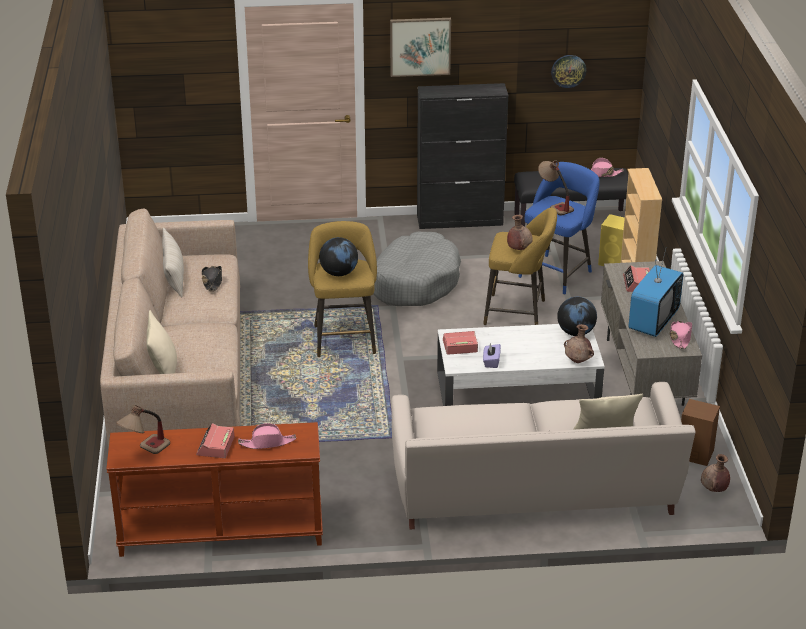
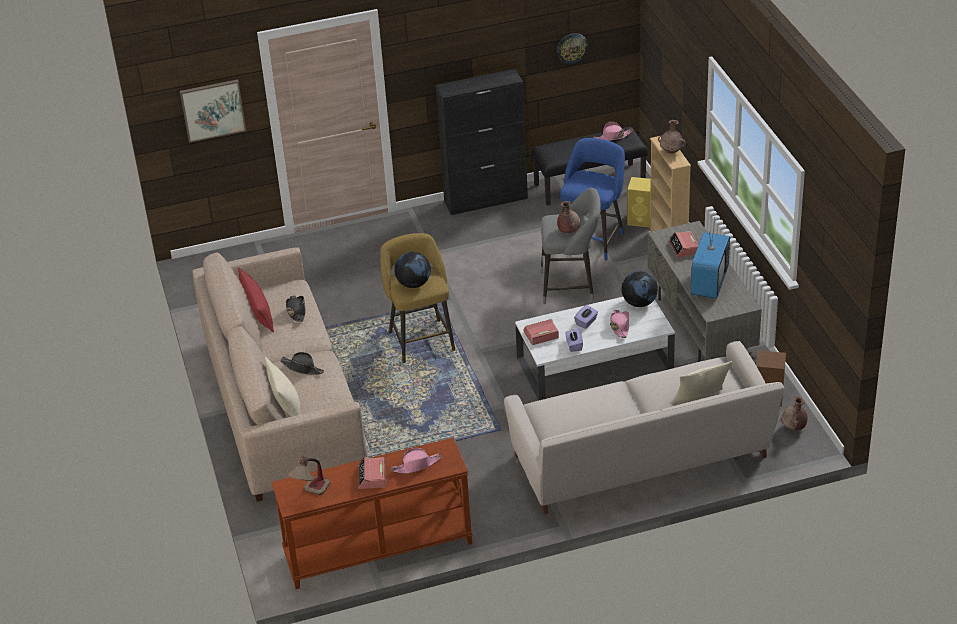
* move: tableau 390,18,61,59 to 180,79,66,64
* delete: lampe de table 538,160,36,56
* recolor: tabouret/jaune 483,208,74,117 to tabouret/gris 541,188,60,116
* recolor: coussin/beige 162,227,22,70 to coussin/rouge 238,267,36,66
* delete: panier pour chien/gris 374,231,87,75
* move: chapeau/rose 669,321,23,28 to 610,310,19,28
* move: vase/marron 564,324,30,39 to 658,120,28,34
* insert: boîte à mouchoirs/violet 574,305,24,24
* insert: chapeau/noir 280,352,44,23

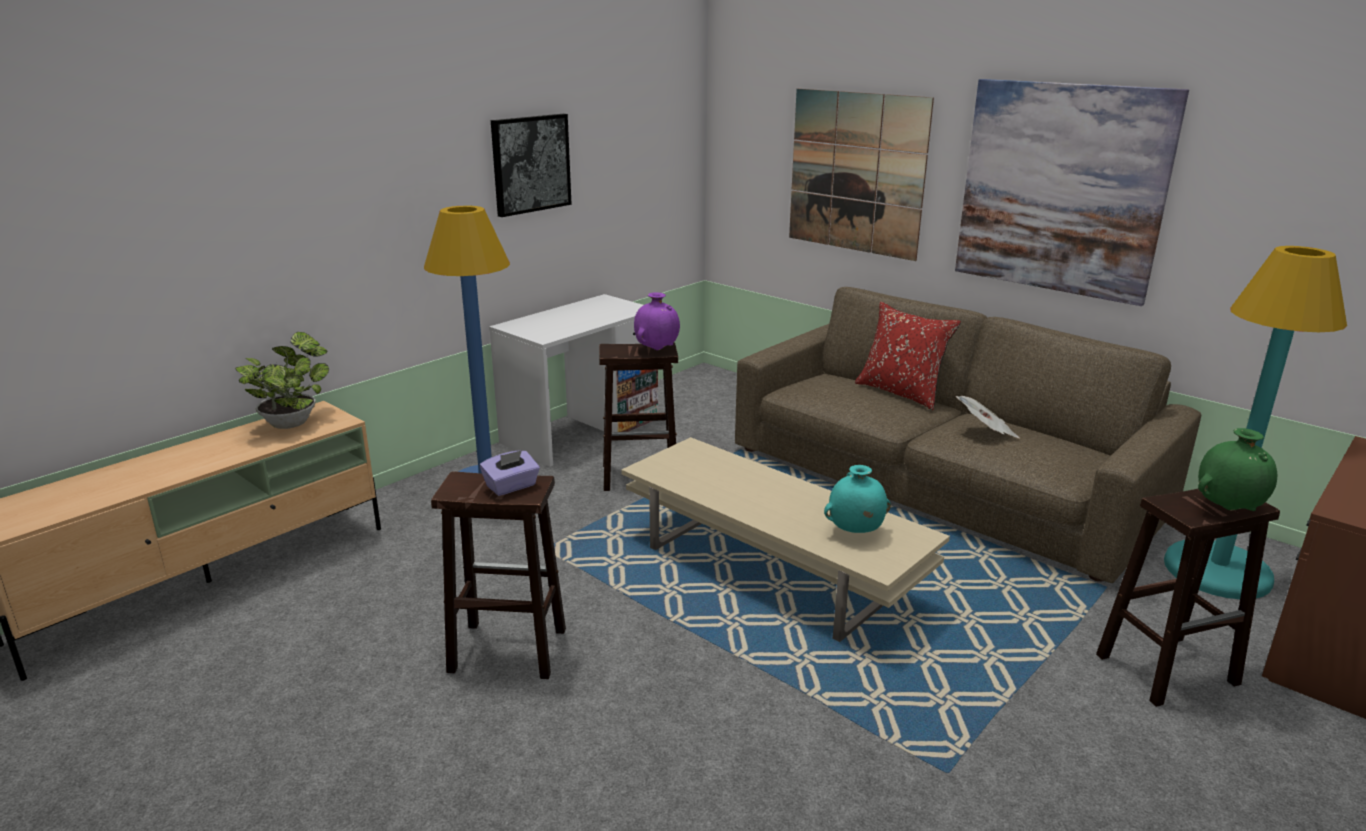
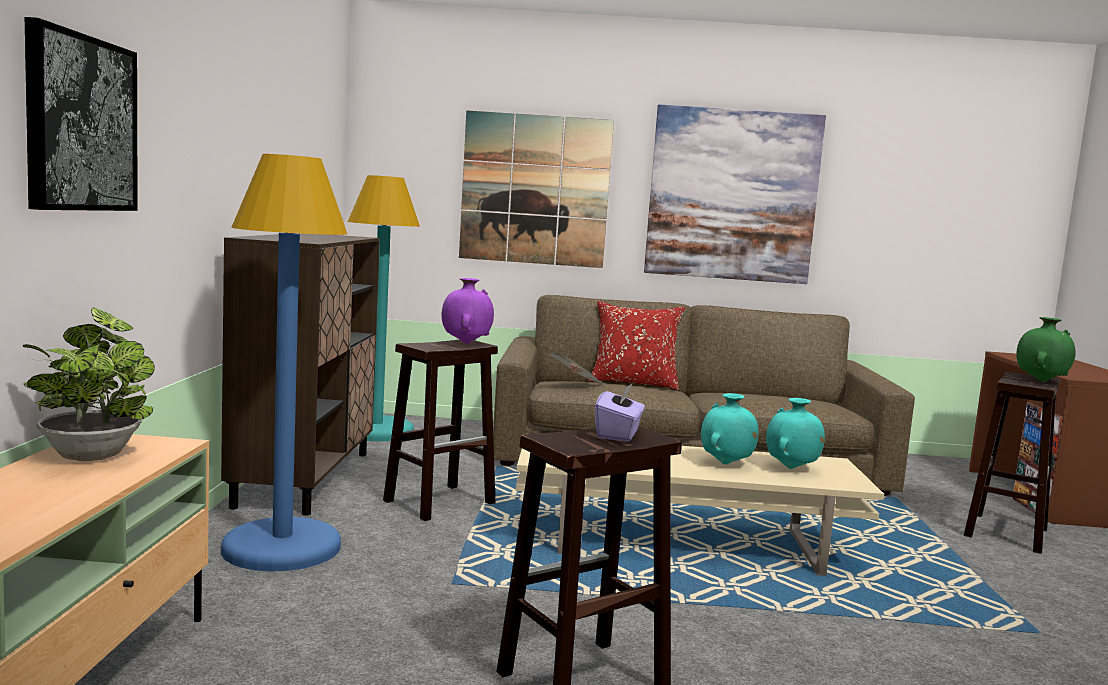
* move: tableau 491,114,81,103 to 25,17,113,194
* move: lampadaire/turquoise 1164,246,183,353 to 348,175,72,266
* replace: bureau/blanc 489,294,169,173 to meuble de rangement/marron 221,233,159,283
* move: journal 956,396,64,42 to 549,352,57,32
* insert: vase/turquoise 701,393,58,71

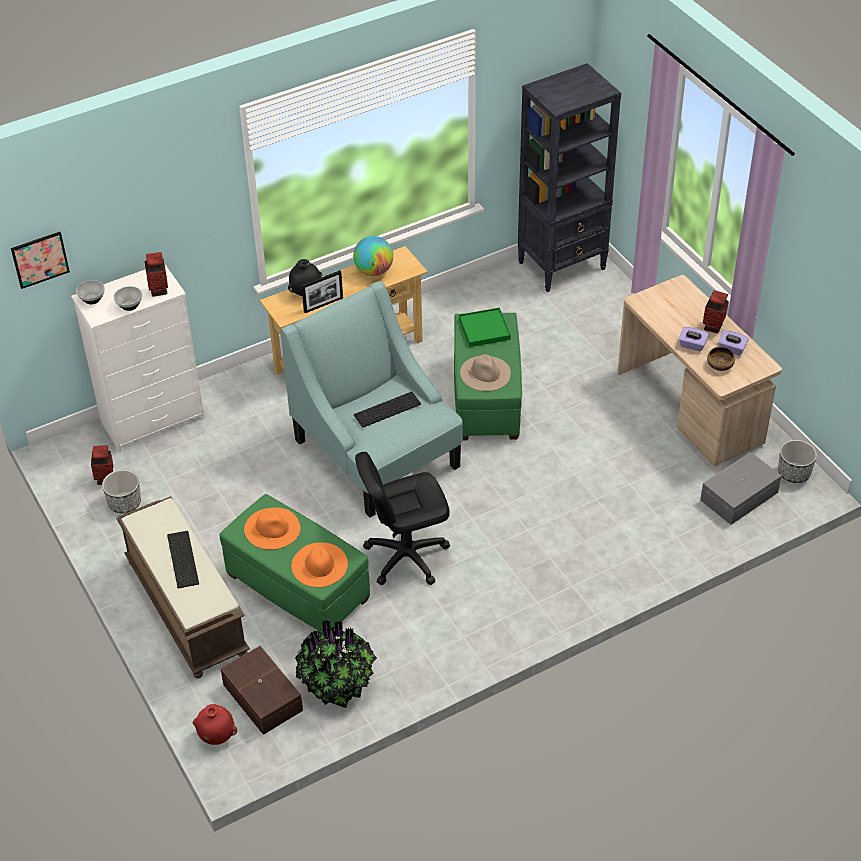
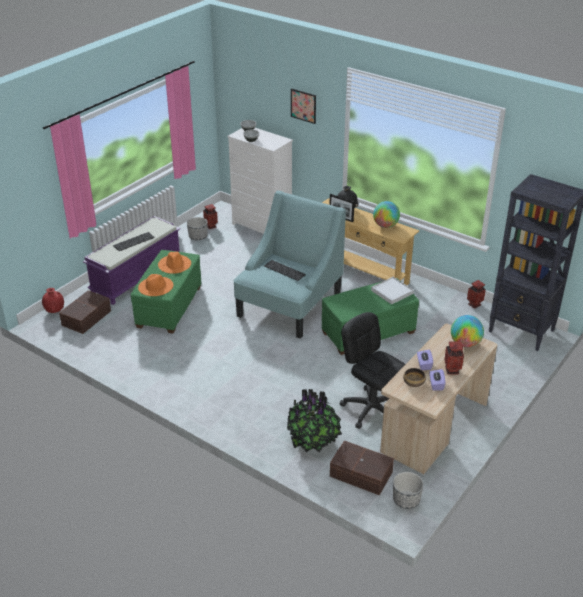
* move: tableau 11,232,59,57 to 291,88,25,36
* move: vase 144,252,24,45 to 467,280,19,28
* recolor: plateau/vert 459,308,52,39 to plateau/blanc 371,277,43,28
* delete: chapeau/beige 460,354,51,37
* move: chaise de bureau/noir 355,452,95,133 to 340,312,65,117
* recolor: boîte de rangement/gris 700,452,81,73 to boîte de rangement/marron 330,440,64,55
* recolor: banc/marron 117,496,133,182 to banc/violet 83,216,98,89
* move: plante en pot 295,619,82,89 to 287,389,55,63
* insert: globe 451,315,33,33

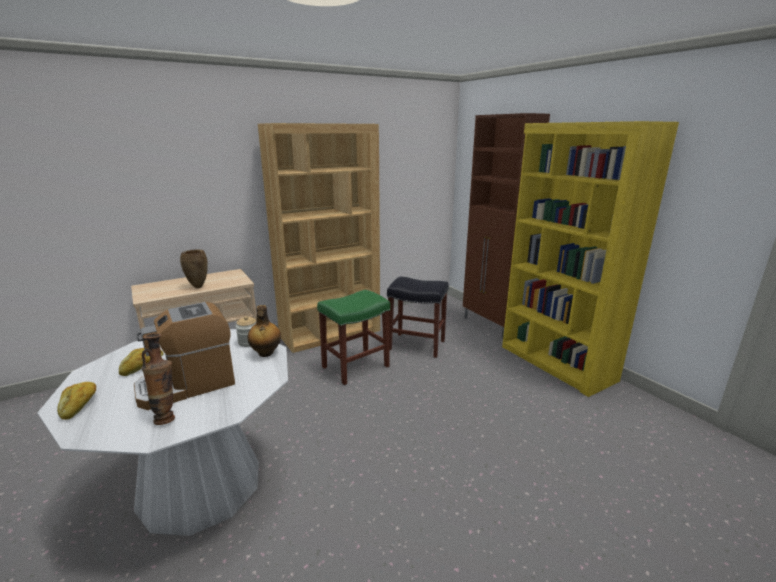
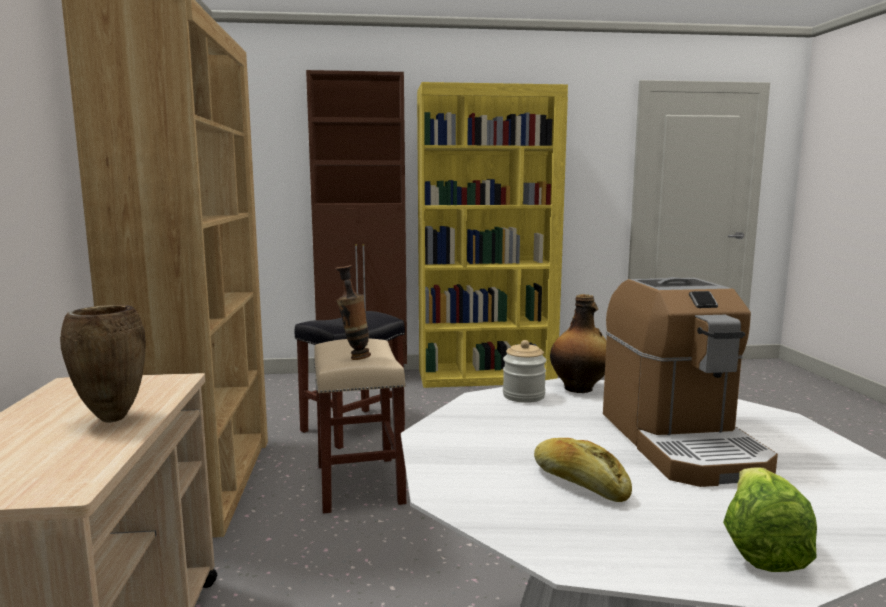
* recolor: tabouret/vert 317,290,73,95 to tabouret/beige 314,338,92,176
* move: vase 142,333,33,92 to 335,265,36,95
* replace: pain 57,382,39,38 to laitue 723,468,94,104

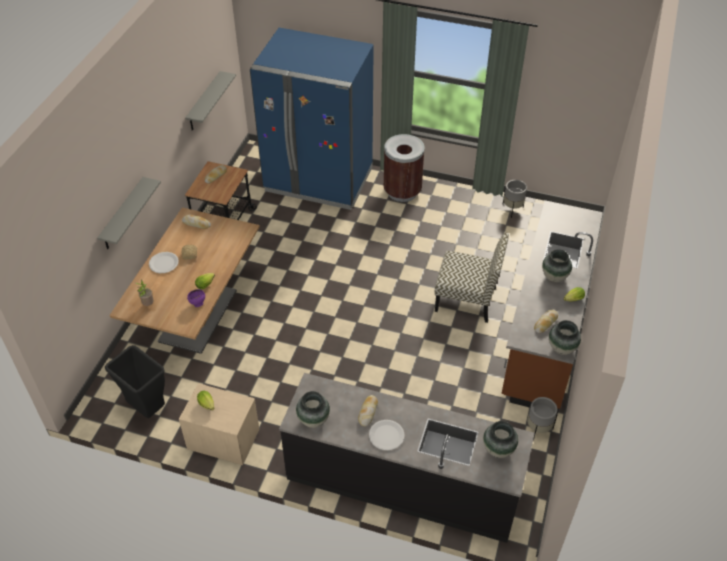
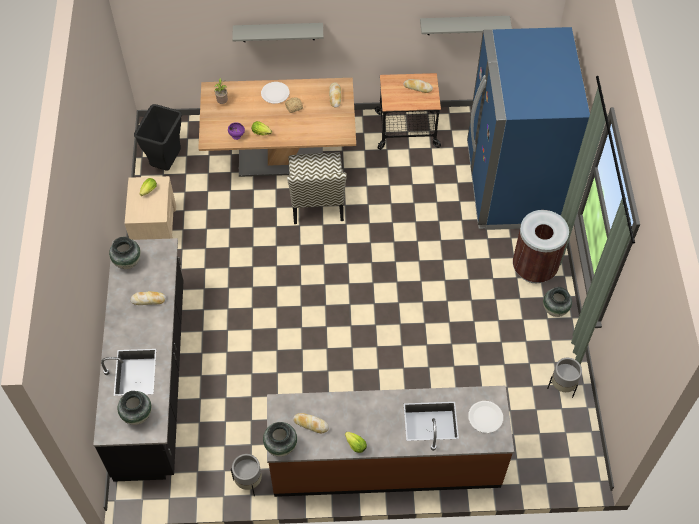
* move: chaise 435,232,74,91 to 287,152,60,72
* move: vase 542,249,30,33 to 543,287,29,30
* move: assiette/blanc 369,420,36,30 to 468,401,35,32

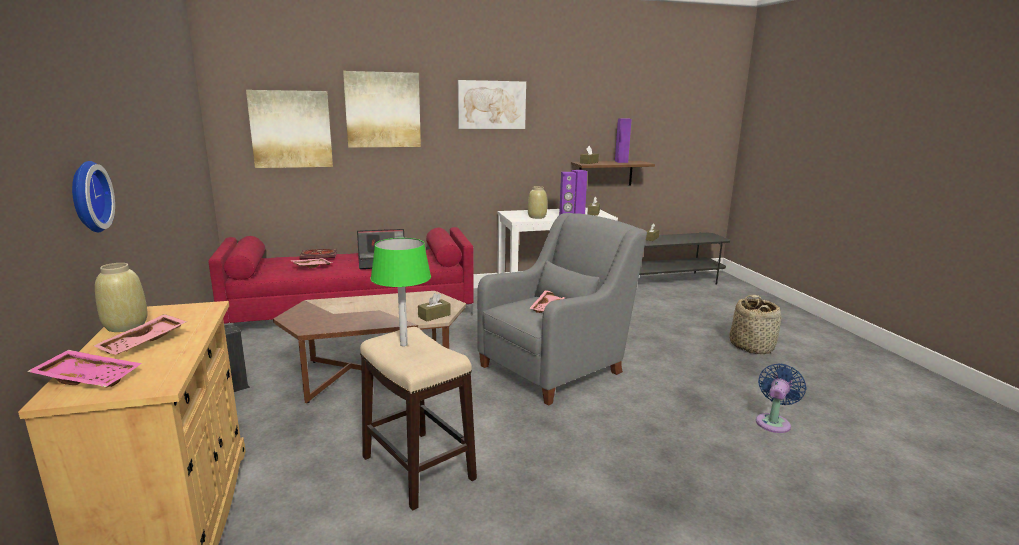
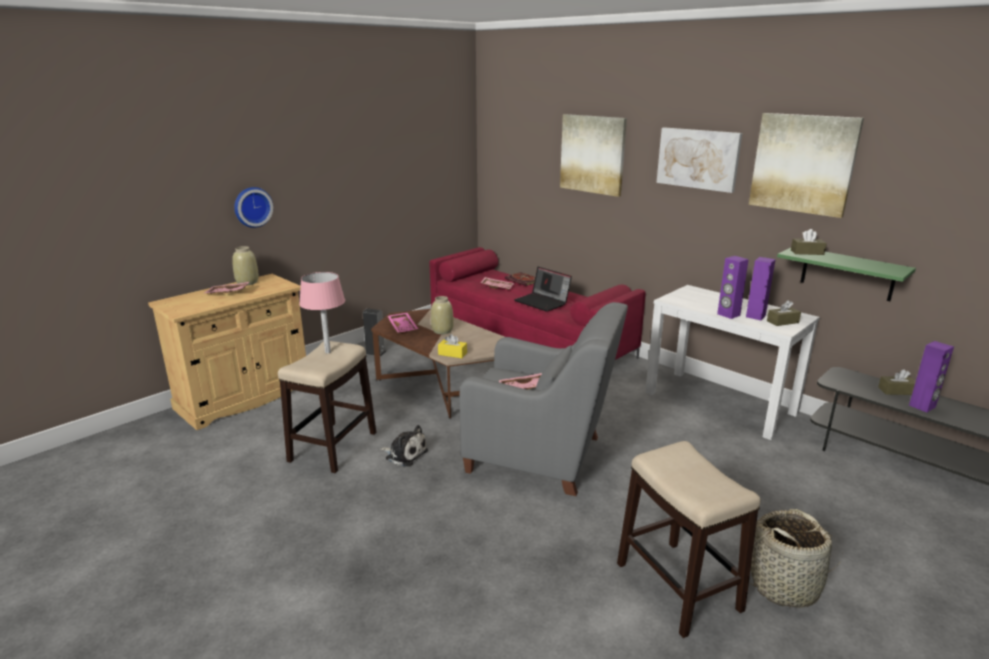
* move: tableau 246,90,87,78 to 749,113,115,105
* move: enceinte/violet 615,118,17,45 to 909,341,45,71
* recolor: étagère/marron 571,161,84,24 to étagère/vert 777,248,139,53
* move: vase/beige 528,186,19,33 to 431,296,23,38
* recolor: lampe de table/vert 370,238,61,108 to lampe de table/rose 299,272,46,81
* recolor: boîte à mouchoirs/marron 418,293,33,29 to boîte à mouchoirs/jaune 438,334,29,24
* move: plateau/rose 27,350,115,37 to 388,313,30,21
* delete: ventilateur/bleu 756,364,50,69
* insert: peluche 380,425,48,42
* insert: tabouret 617,441,144,197

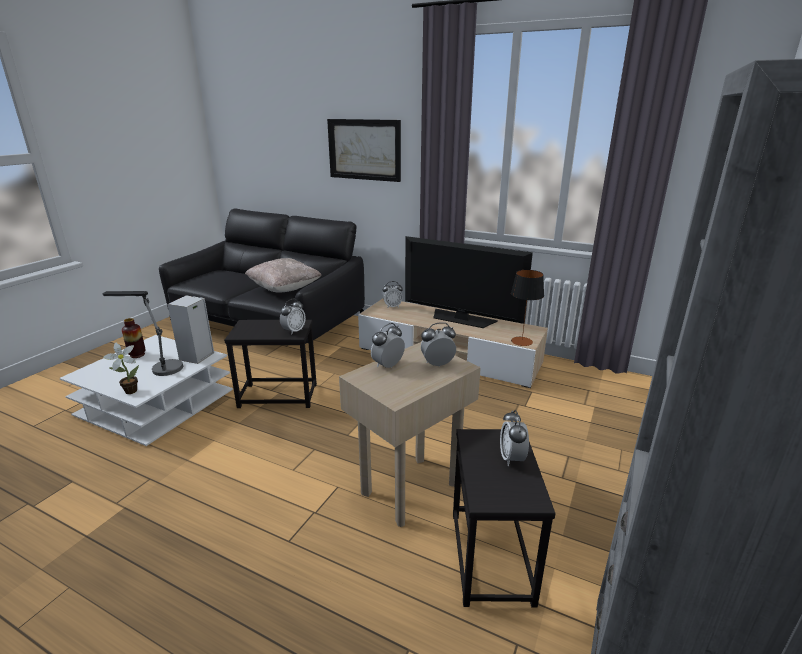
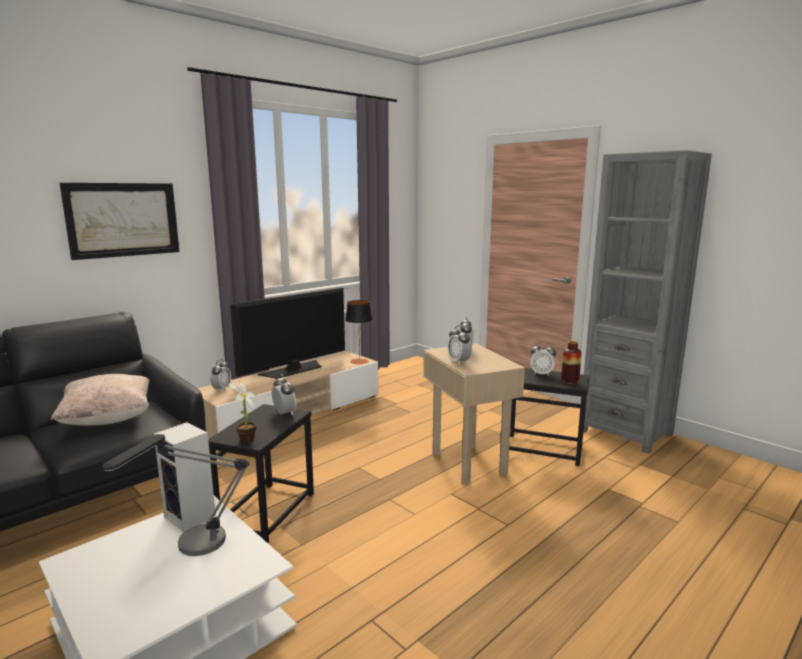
* move: vase 122,318,24,40 to 561,341,21,44
* move: plante en pot 103,343,36,51 to 229,382,28,61

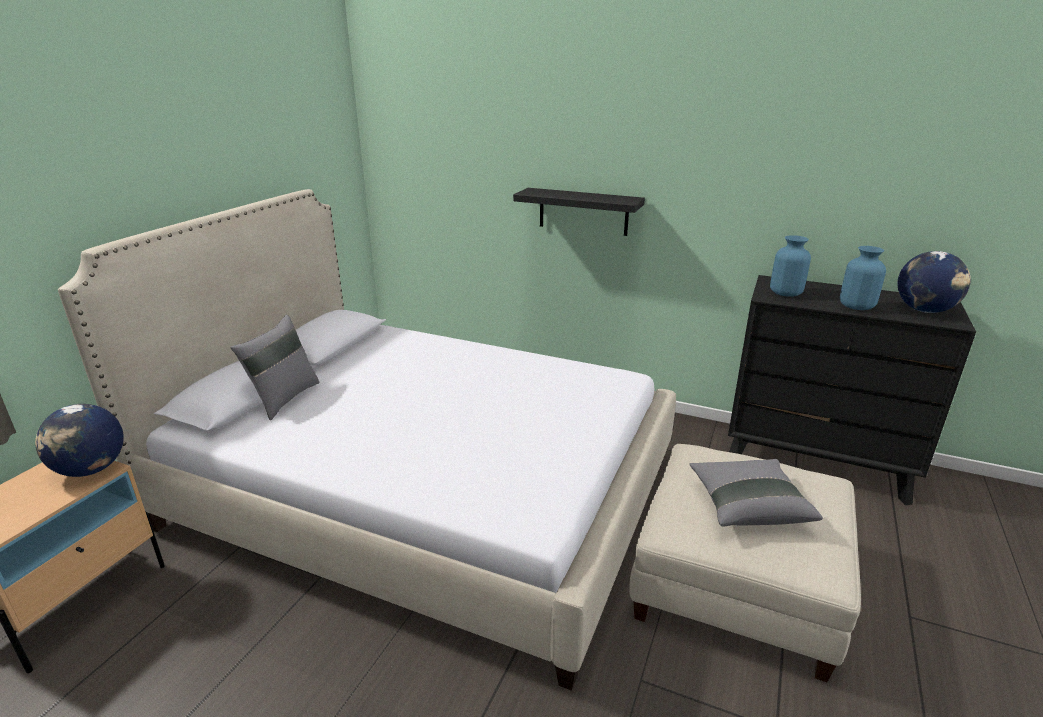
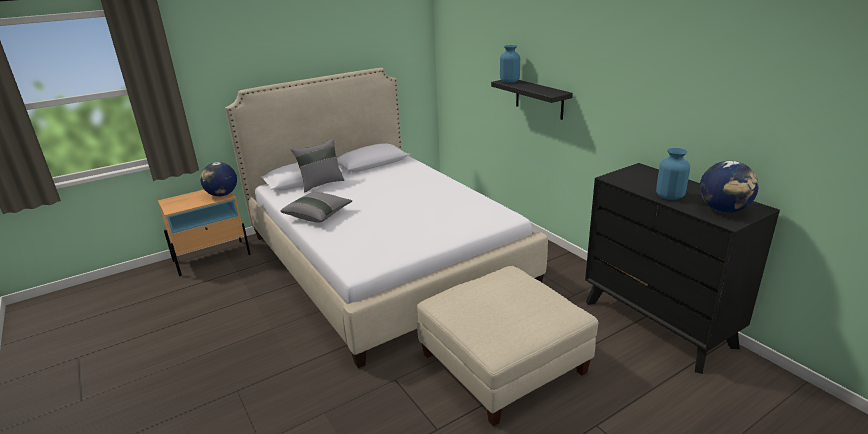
* move: vase/bleu 770,235,41,62 to 500,45,20,38
* move: coussin/gris 689,459,134,67 to 281,192,72,31

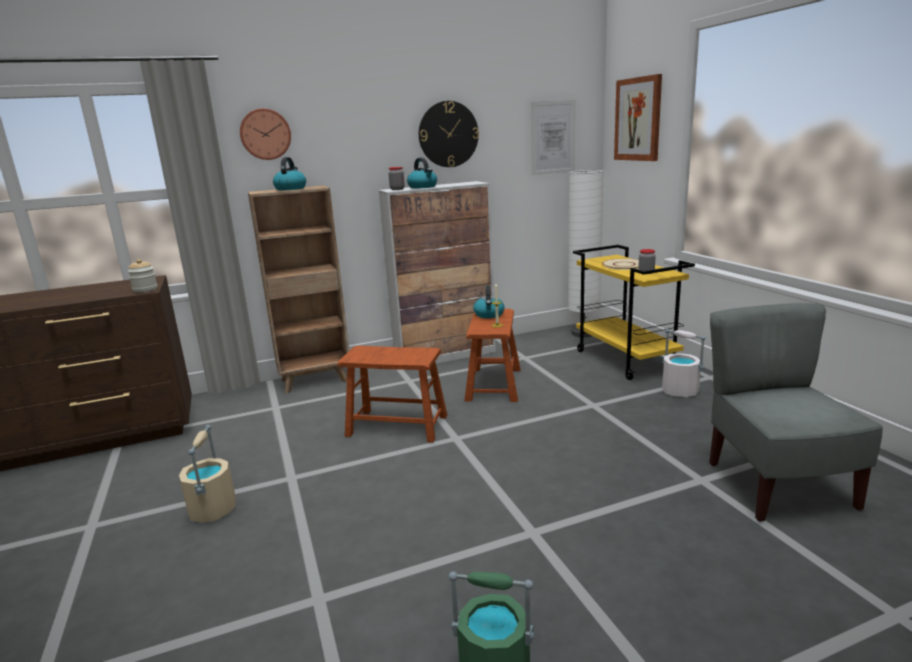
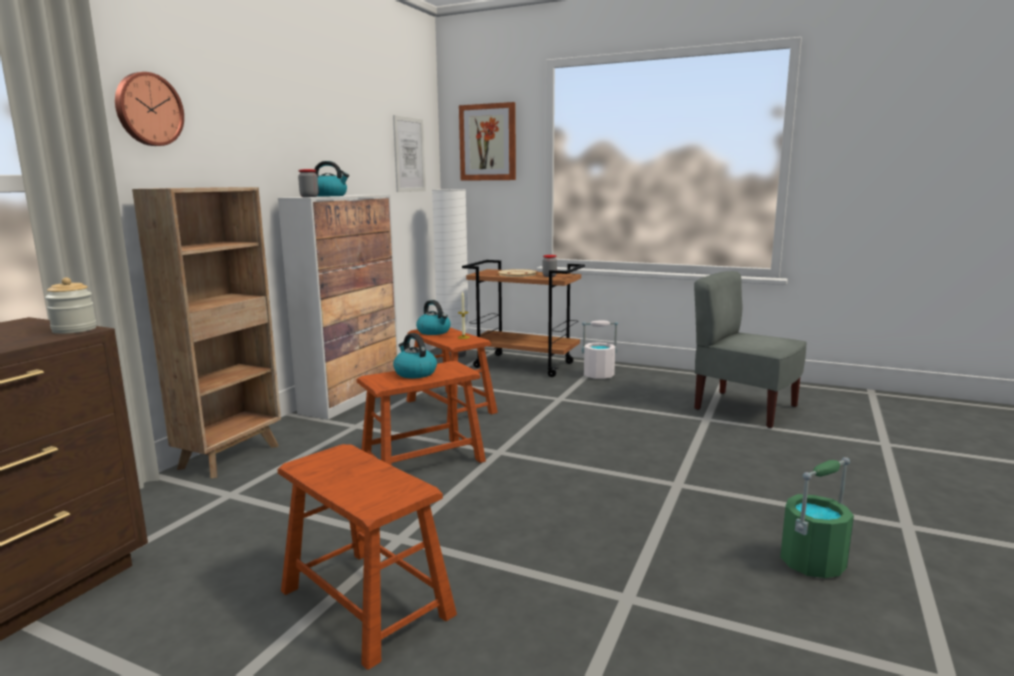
* delete: horloge murale 419,101,60,66
* move: bouilloire 273,157,33,34 to 393,333,44,45
* recolor: chariot/jaune 573,245,122,135 to chariot/marron 462,260,123,117
* replace: seau/beige 179,425,57,98 to tabouret/marron 277,444,180,226

